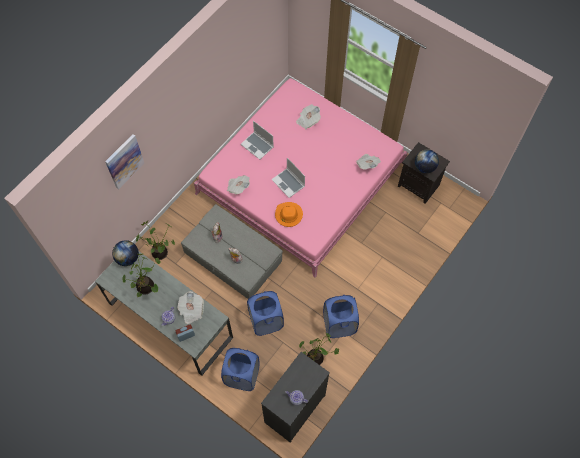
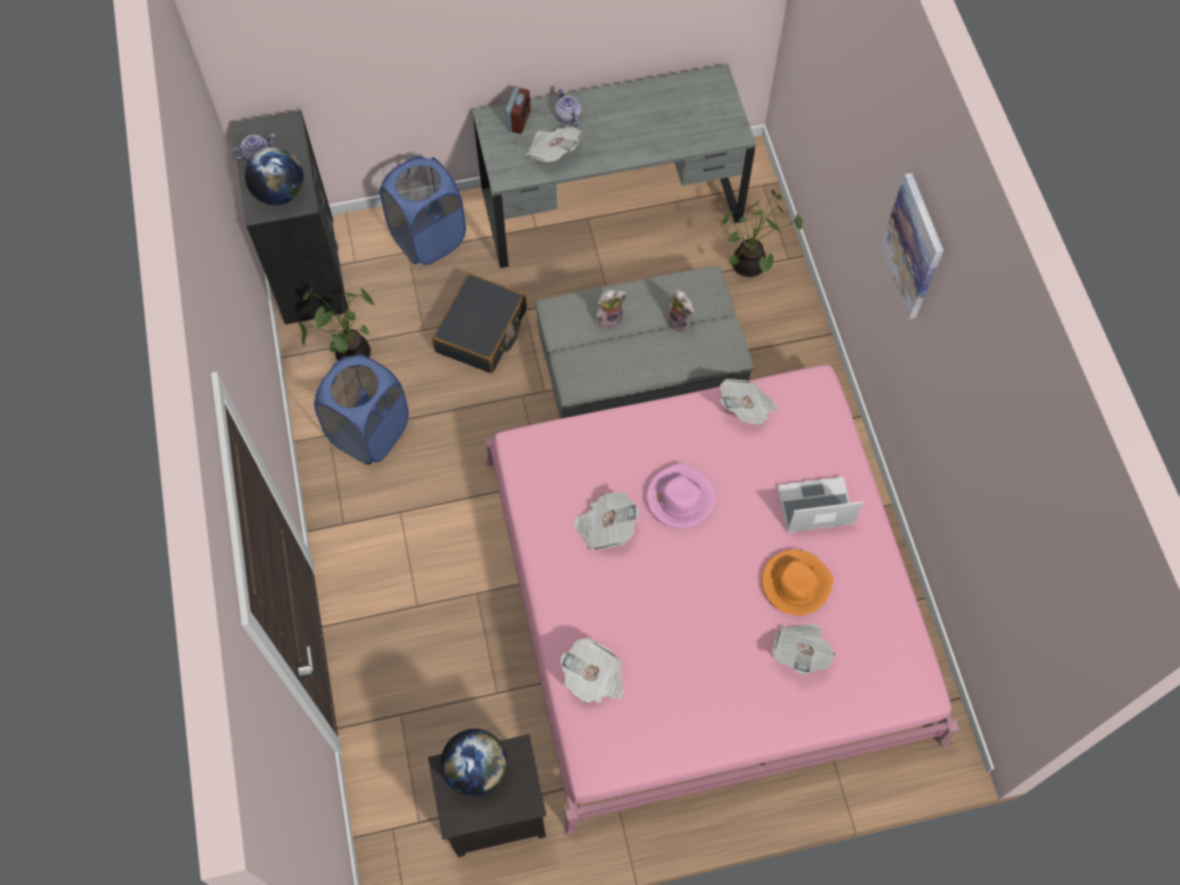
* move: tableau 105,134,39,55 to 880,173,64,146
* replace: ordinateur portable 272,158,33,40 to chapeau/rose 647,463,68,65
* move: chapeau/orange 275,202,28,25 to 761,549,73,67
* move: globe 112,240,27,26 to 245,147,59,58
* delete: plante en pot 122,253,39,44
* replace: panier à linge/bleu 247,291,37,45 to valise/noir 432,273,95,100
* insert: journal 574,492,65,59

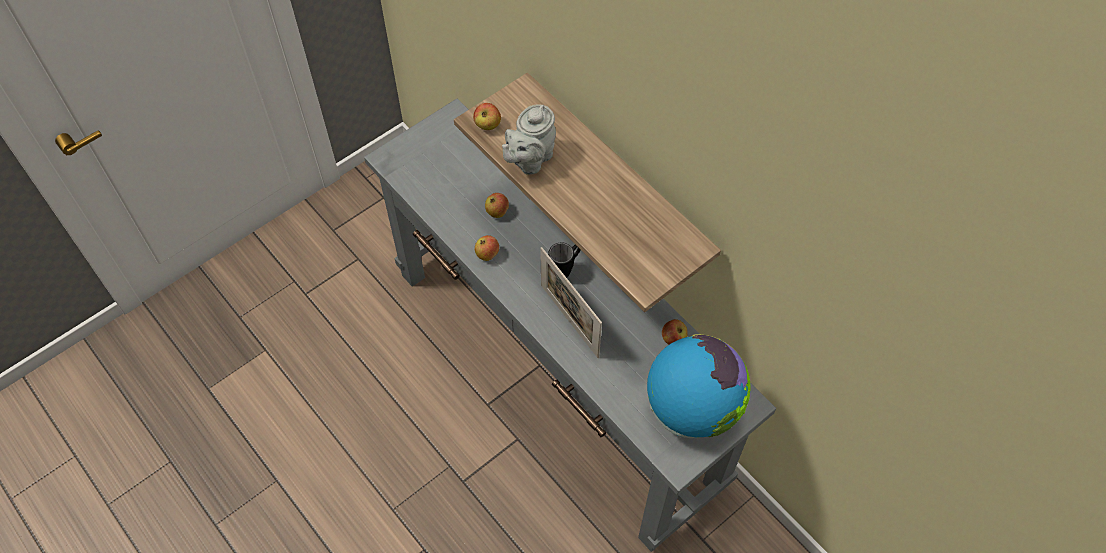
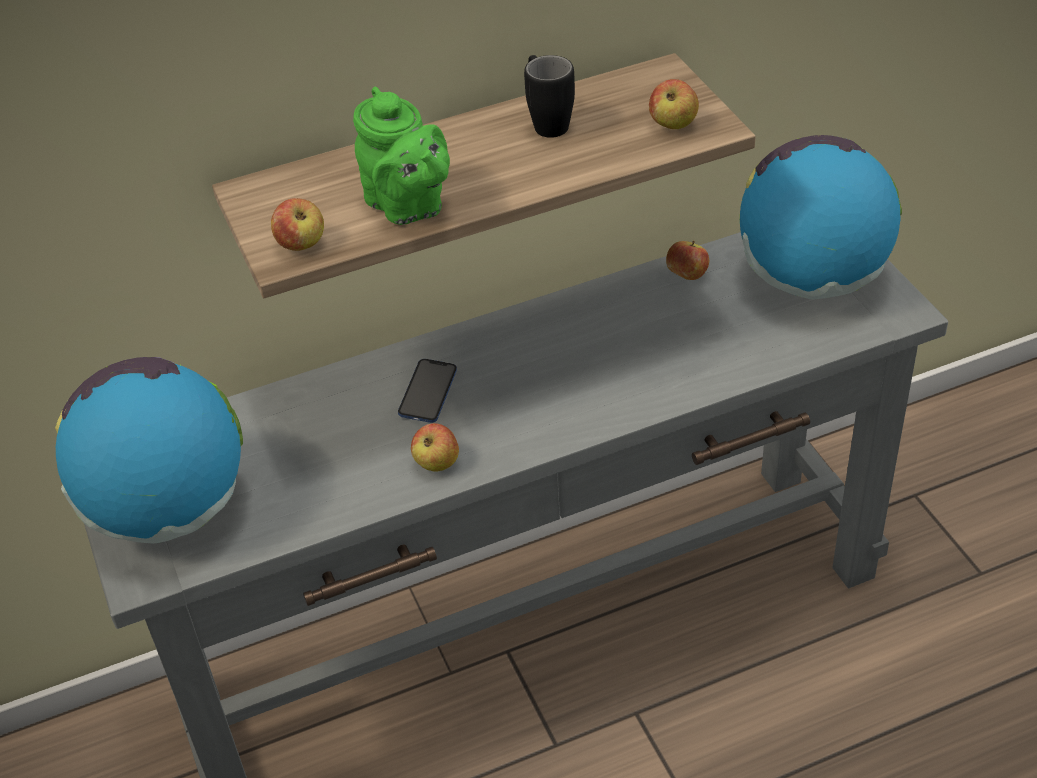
* recolor: théière/gris 502,104,54,71 to théière/vert 353,86,97,139
* move: pomme 485,193,24,25 to 649,79,50,50
* move: mug/noir 548,243,33,35 to 524,55,51,83
* delete: cadre photo 540,247,62,111
* insert: globe 55,357,188,186
* insert: téléphone 398,359,59,64

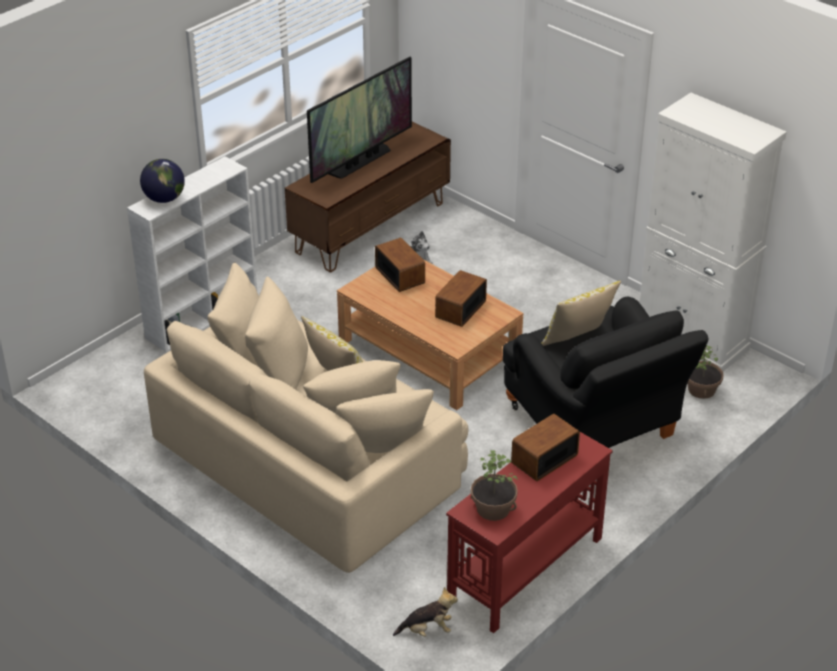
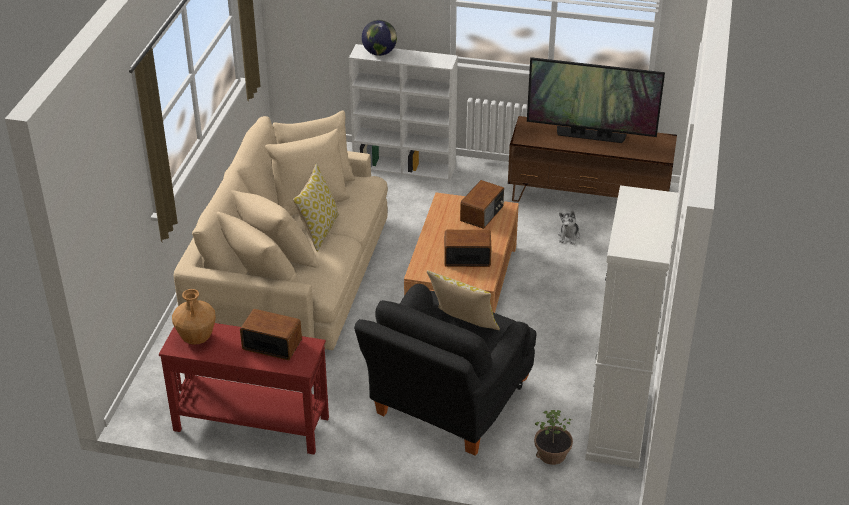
* replace: plante en pot 471,450,47,71 to vase/marron 172,289,44,56
* delete: peluche 393,587,65,50

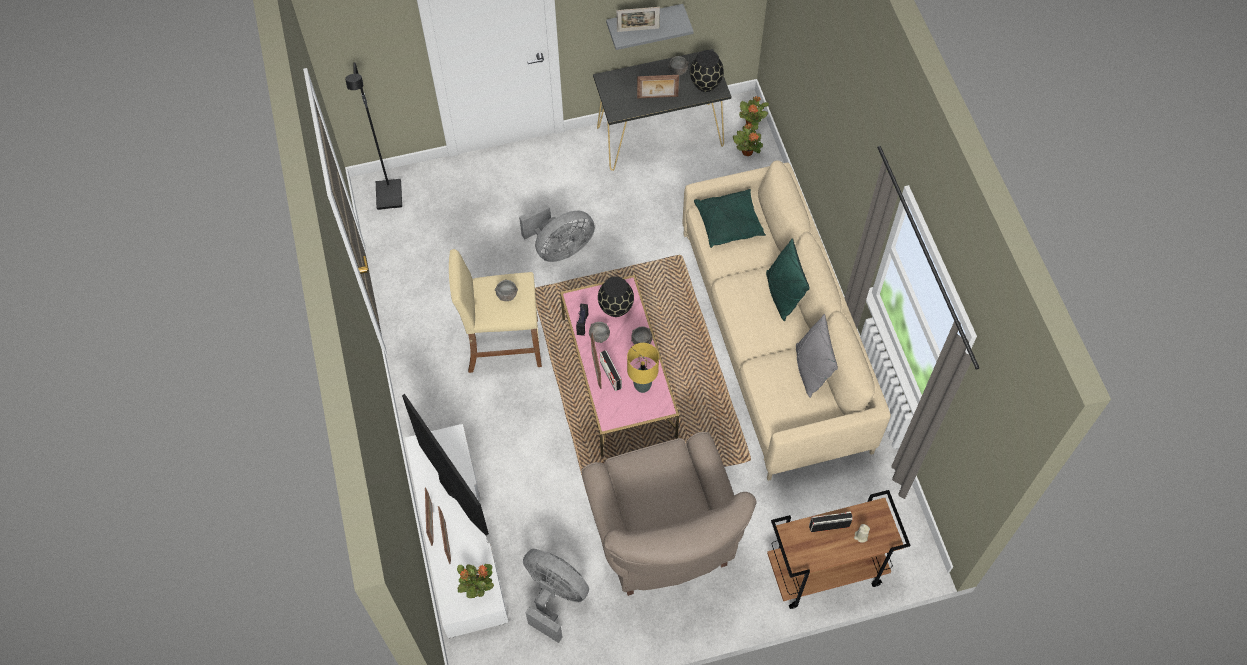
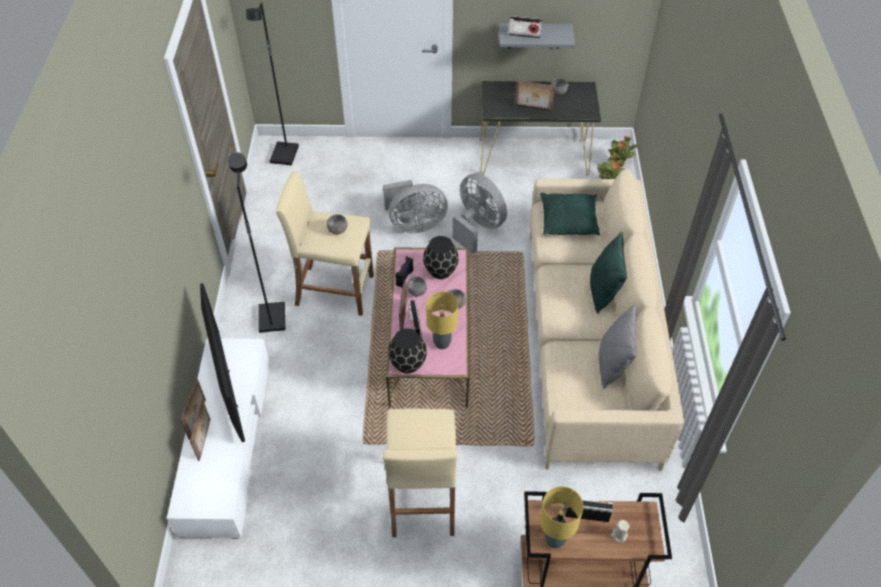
* replace: cadre photo 616,7,44,25 to radio 509,16,33,22
* move: vase/noir 690,50,34,42 to 388,328,39,46
* replace: fauteuil/beige 581,432,175,164 to tabouret/beige 383,408,75,129
* move: ventilateur/gris 523,549,66,94 to 452,173,55,81
* delete: plante en pot 457,564,37,34
* insert: lampadaire/noir 228,152,57,181
* insert: lampe de table/jaune 540,486,43,63

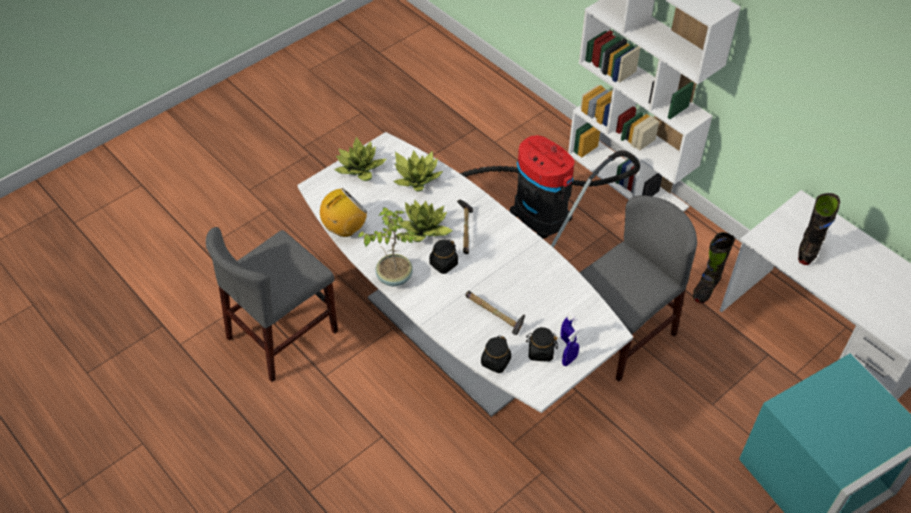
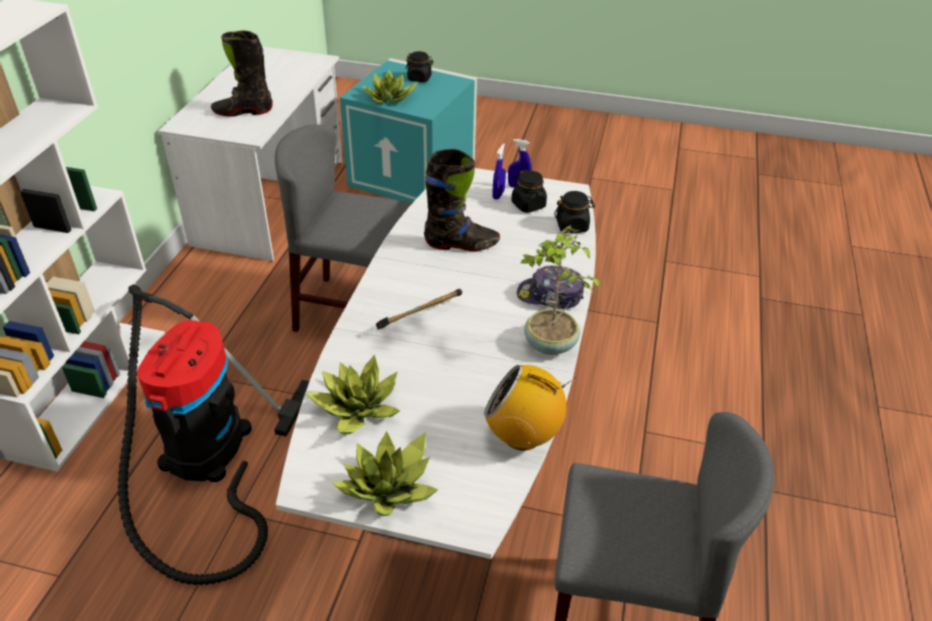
* move: plante en pot 398,200,55,42 to 363,70,55,34
* move: botte/noir 693,232,42,71 to 424,149,76,102
* move: bocal/noir 429,239,29,35 to 406,51,28,31
* delete: marteau 465,291,60,44
* insert: casquette 517,266,67,43

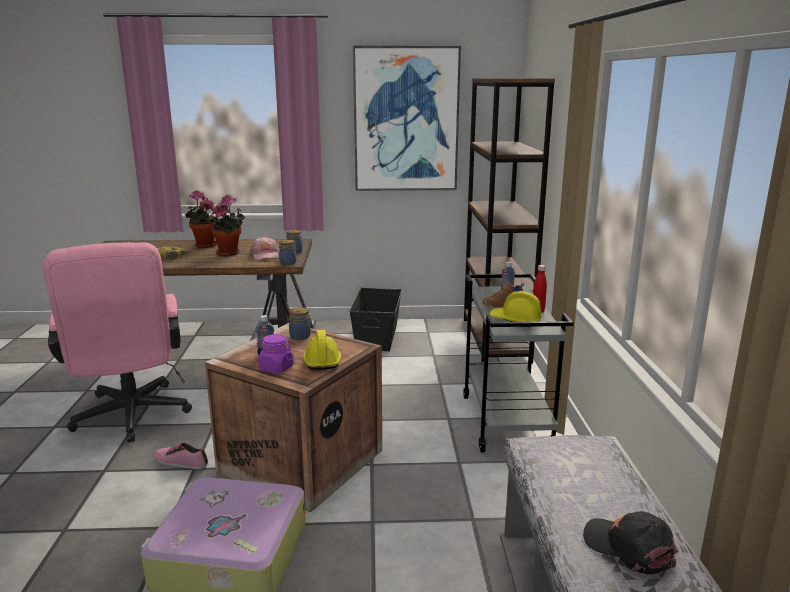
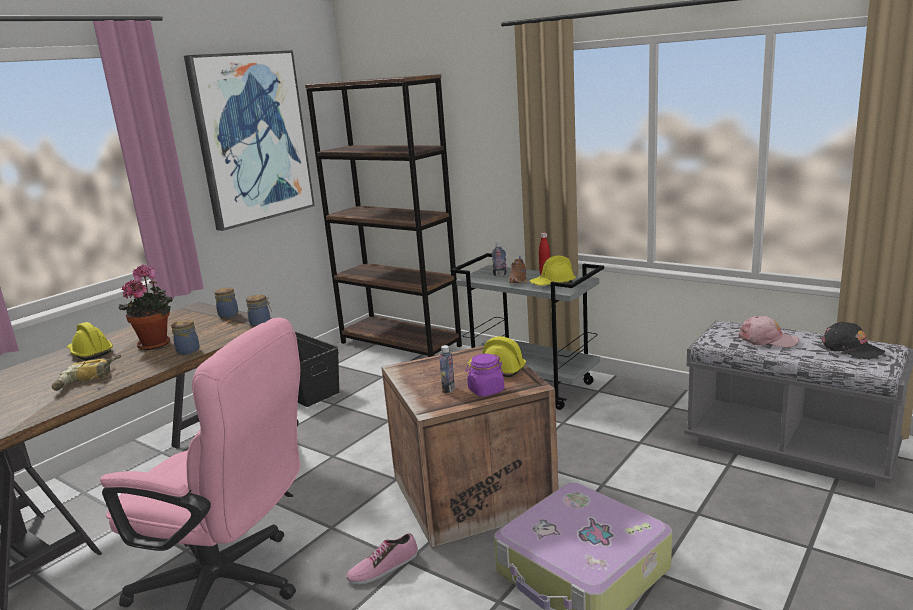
* replace: plante en pot 185,190,33,58 to casque de chantier/jaune 67,322,46,38
* move: casquette/rose 250,236,29,24 to 738,316,61,31
* move: bocal 289,307,22,33 to 171,319,28,36
* rotate: casquette/noir 583,511,96,64 = 820,322,65,37 120 degrees counterclockwise

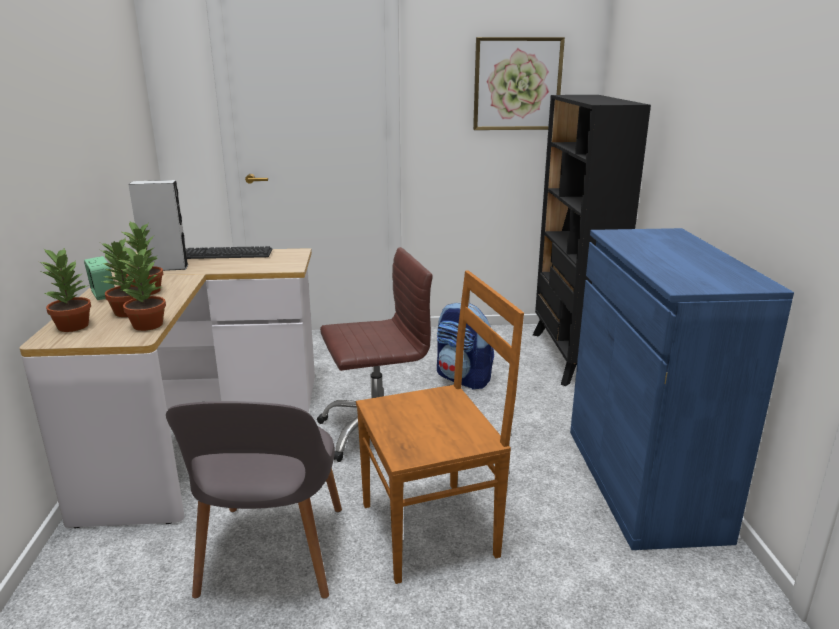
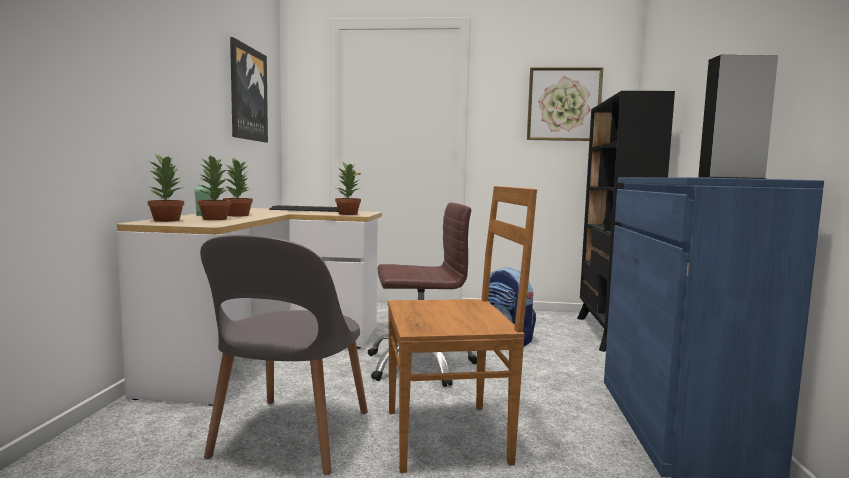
* move: enceinte/gris 128,180,60,91 to 697,55,81,124
* move: plante en pot 118,247,48,84 to 335,162,26,53
* insert: tableau 230,37,38,105

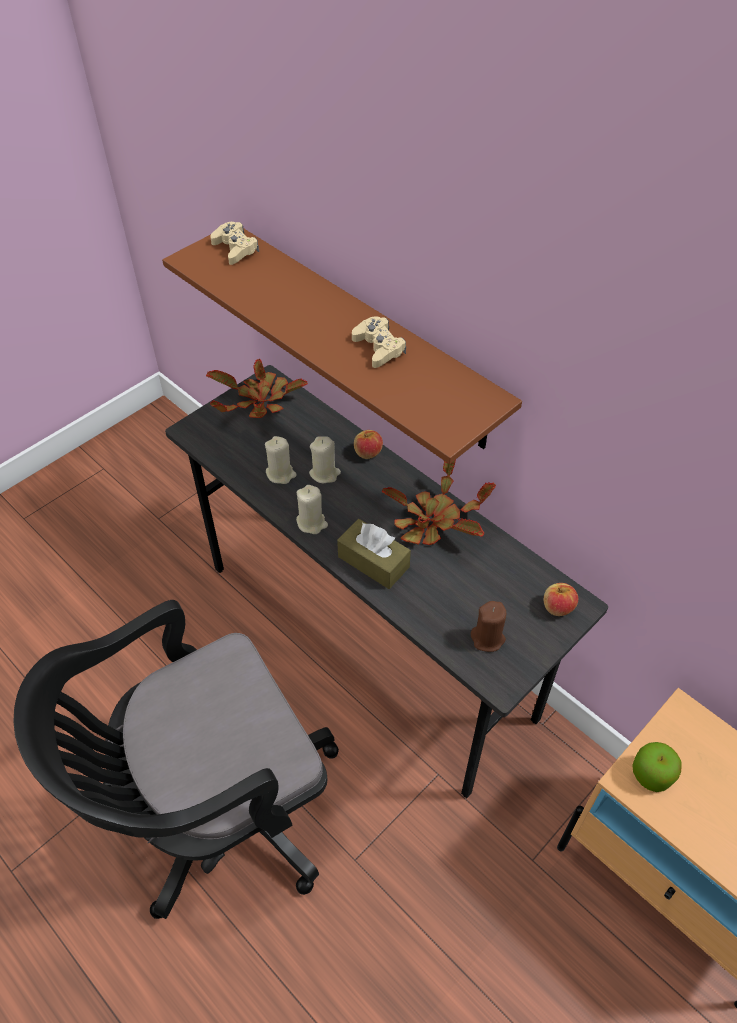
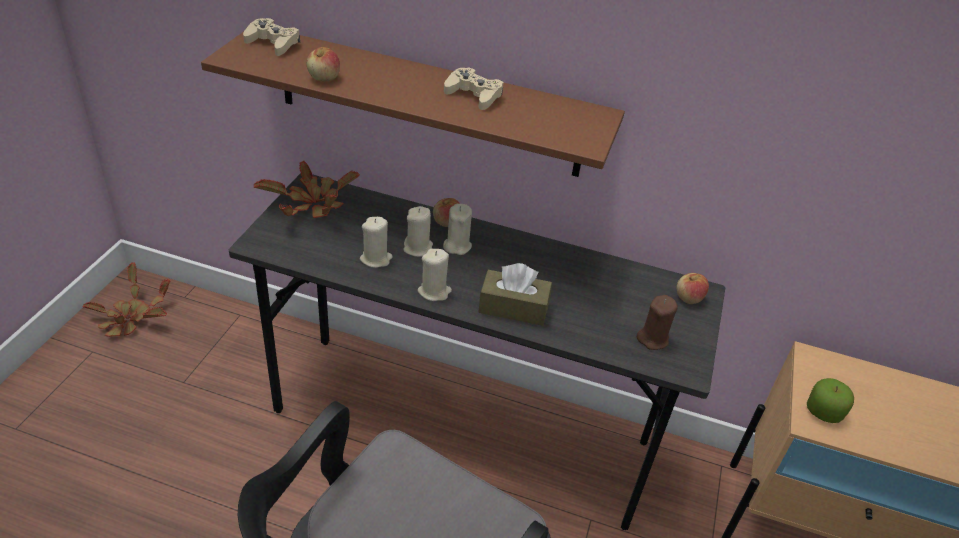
* move: plante en pot 382,460,114,85 to 83,262,88,75
* insert: pomme 307,47,33,35
* insert: bougie/beige 443,204,29,51

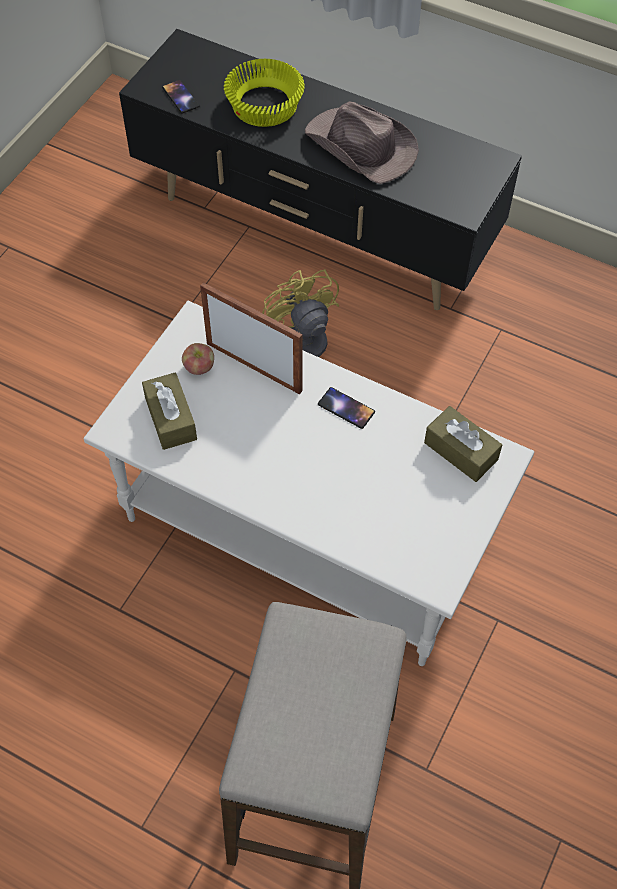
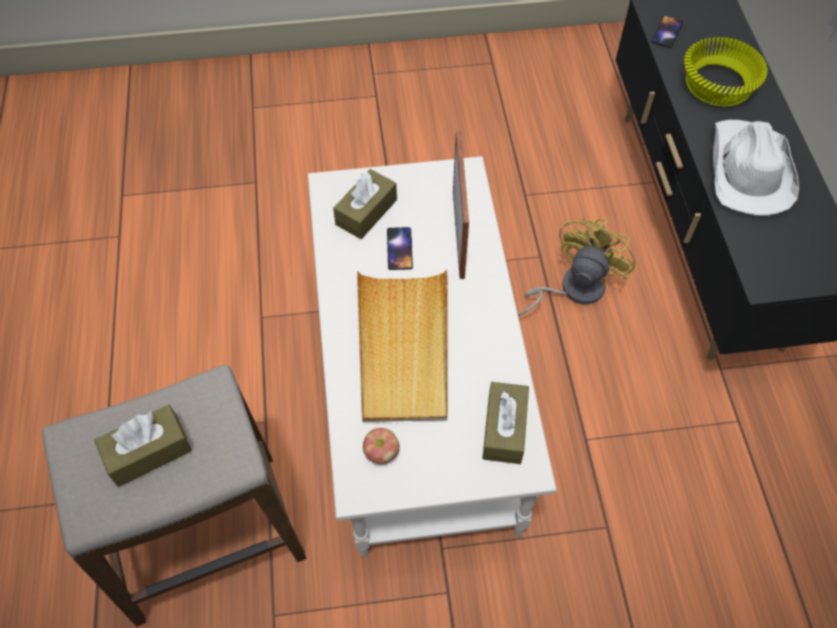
* recolor: chapeau/marron 305,101,114,83 to chapeau/blanc 713,120,86,96
* move: pomme 182,343,32,32 to 363,428,37,36
* move: téléphone 318,387,57,42 to 387,227,26,43
* insert: plateau/beige 357,270,91,152
* insert: boîte à mouchoirs/marron 94,405,98,82

